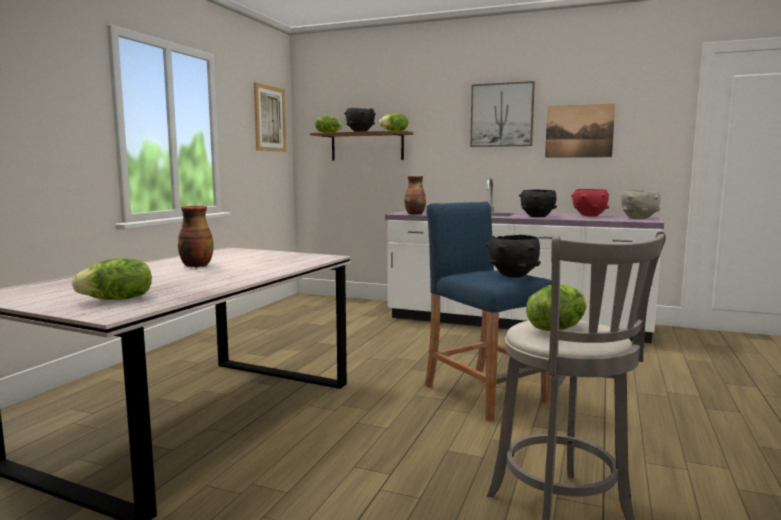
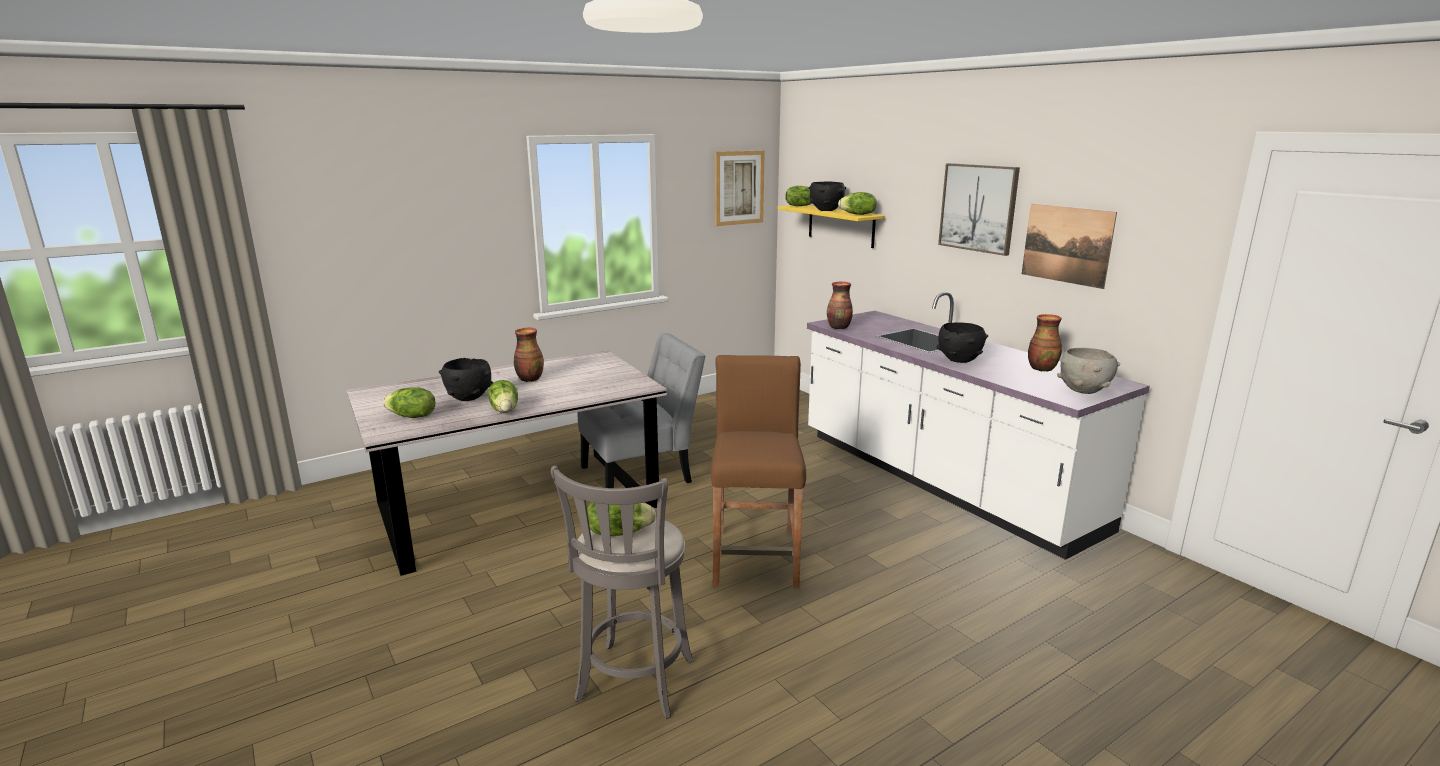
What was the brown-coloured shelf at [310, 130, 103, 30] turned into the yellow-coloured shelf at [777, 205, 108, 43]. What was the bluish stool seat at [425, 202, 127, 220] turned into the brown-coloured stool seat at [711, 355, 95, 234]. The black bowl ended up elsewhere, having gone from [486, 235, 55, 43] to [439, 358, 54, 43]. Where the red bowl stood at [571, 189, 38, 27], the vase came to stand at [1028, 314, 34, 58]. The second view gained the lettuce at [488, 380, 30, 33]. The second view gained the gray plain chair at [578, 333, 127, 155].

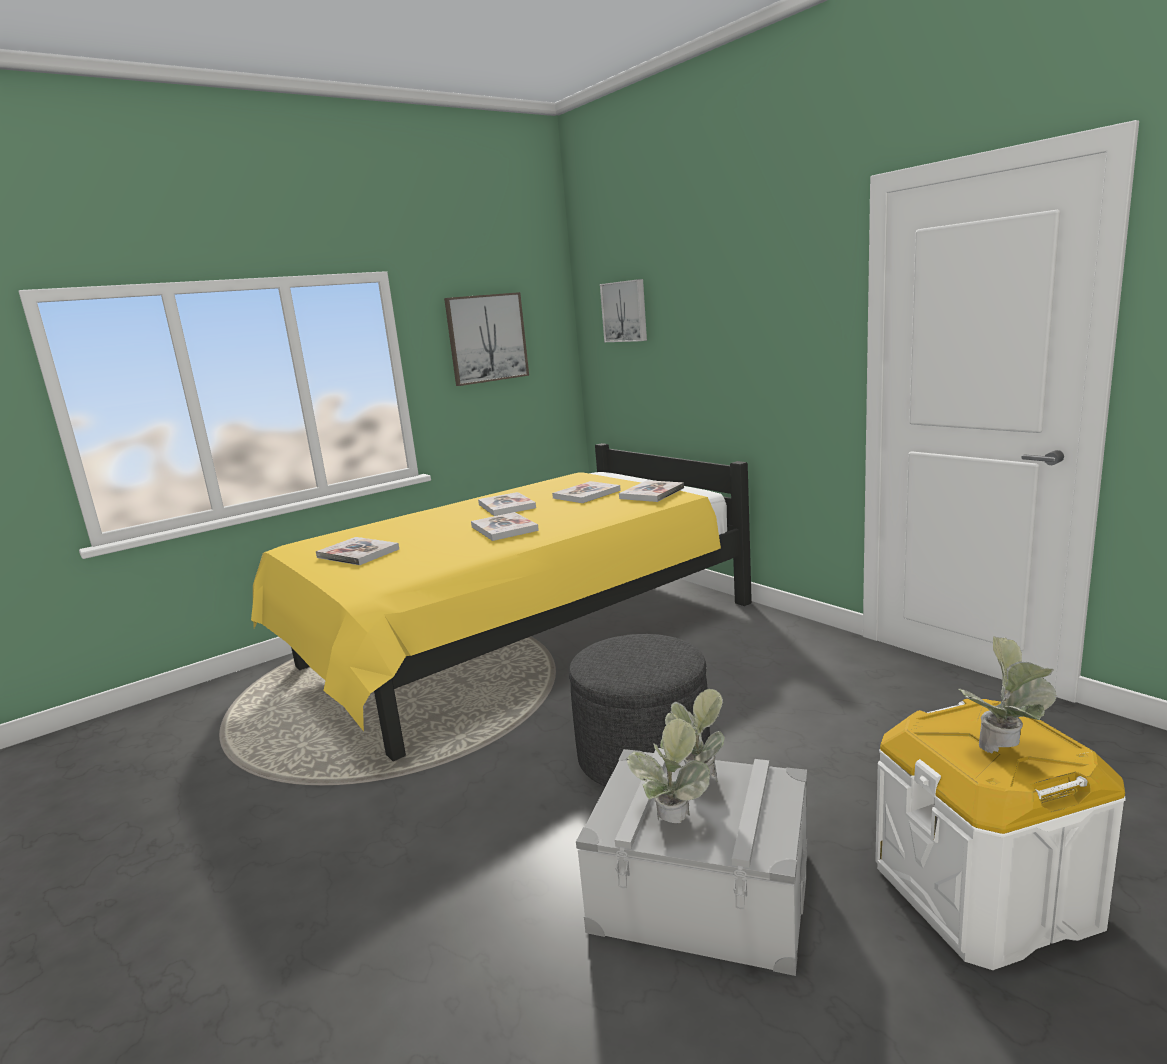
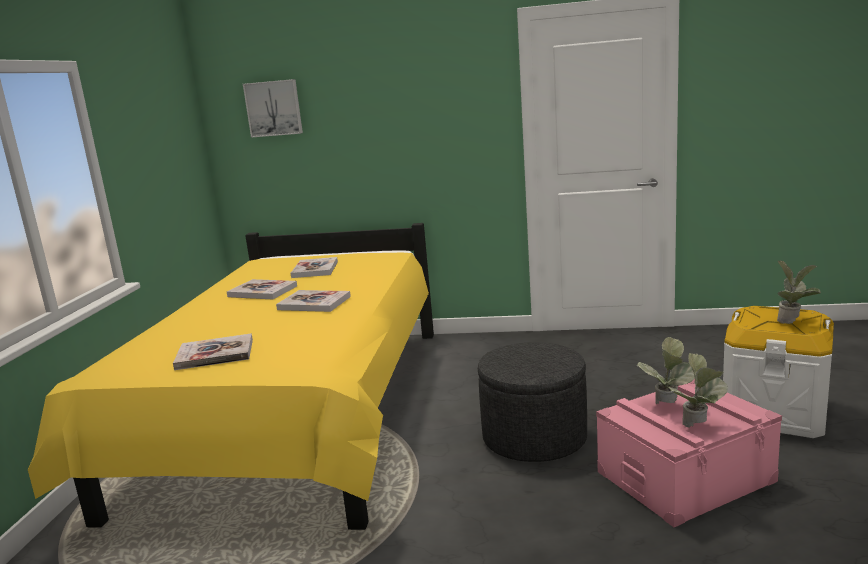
The second view lost the wall picture at [444, 292, 85, 94]. What was the gray storage box at [576, 748, 231, 228] turned into the pinkish storage box at [596, 378, 186, 149]. The second view lost the volume at [619, 480, 65, 22].

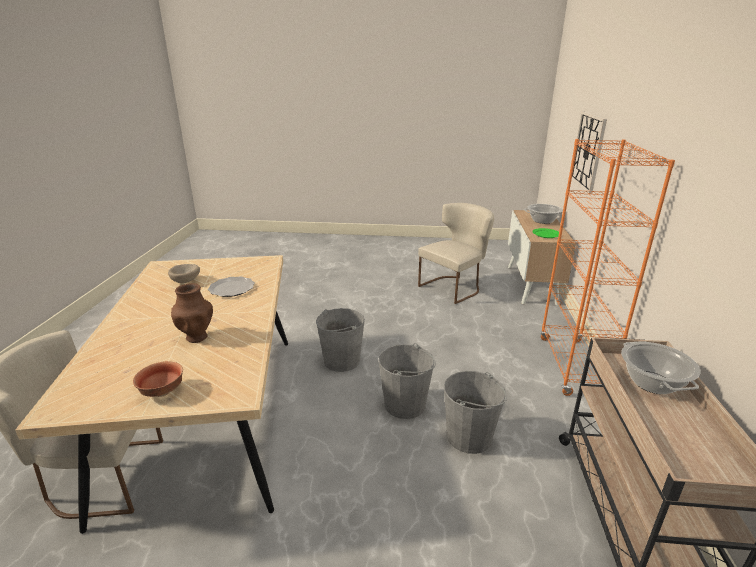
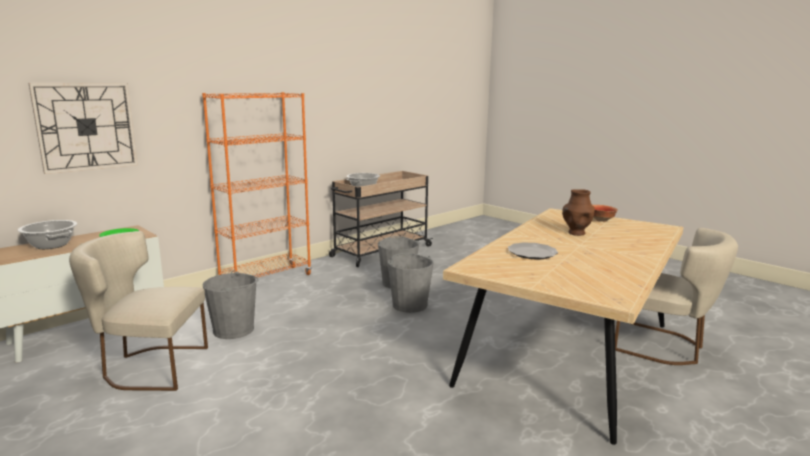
The second view lost the sand-coloured bowl at [168, 264, 32, 19]. The gray pail ended up elsewhere, having gone from [316, 308, 49, 64] to [202, 270, 56, 69].

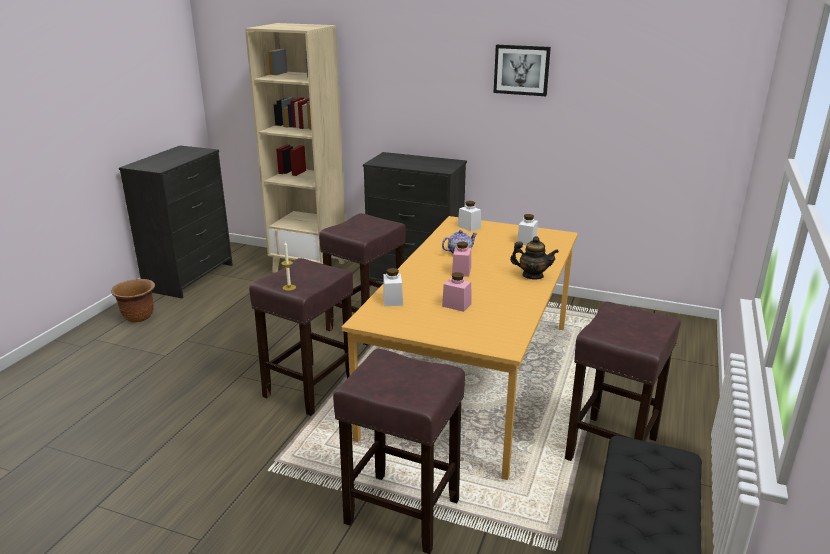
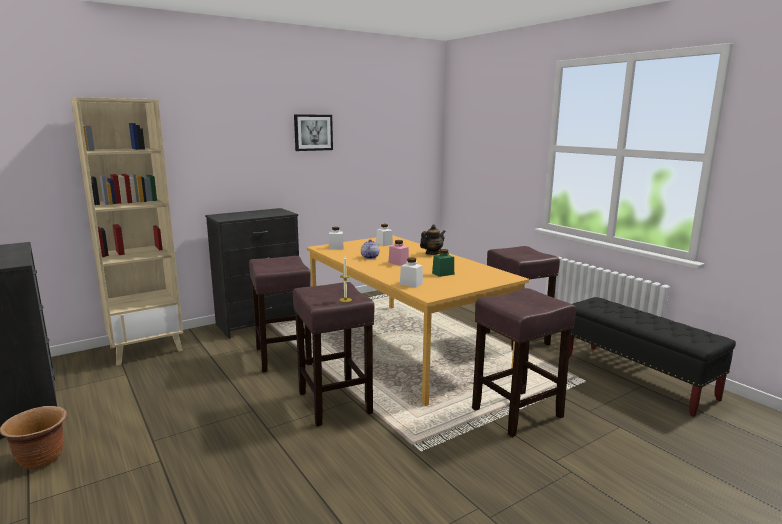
What was the pinkish jar at [442, 272, 30, 40] turned into the green jar at [432, 249, 22, 28].

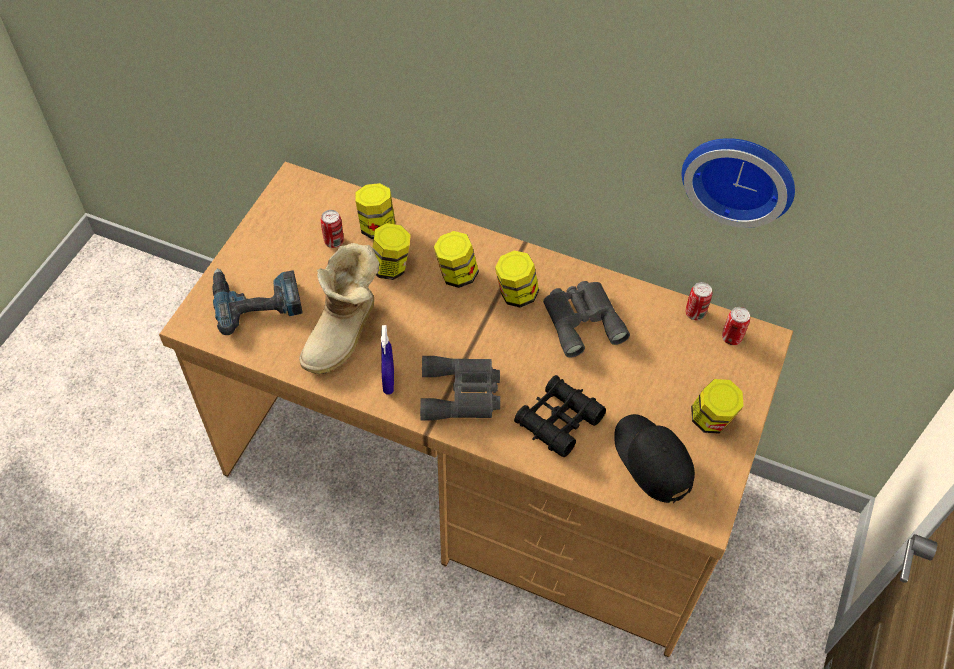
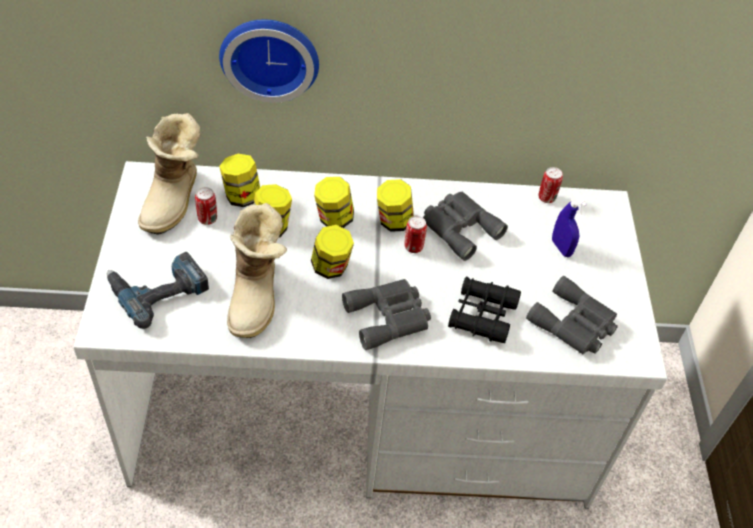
What was the brown-coloured desk at [159, 162, 634, 495] turned into the white-coloured desk at [73, 161, 594, 348]. The bluish spray bottle ended up elsewhere, having gone from [381, 325, 13, 70] to [552, 190, 35, 67]. Where the black peaked cap stood at [614, 414, 81, 89], the gray binoculars came to stand at [526, 276, 92, 78]. The clock on the wall ended up elsewhere, having gone from [682, 138, 113, 90] to [219, 20, 100, 83]. The jar ended up elsewhere, having gone from [691, 379, 53, 54] to [311, 225, 43, 54]. The sealed can ended up elsewhere, having gone from [722, 307, 28, 38] to [404, 216, 23, 37]. The second view gained the high-top boot at [138, 113, 63, 122].

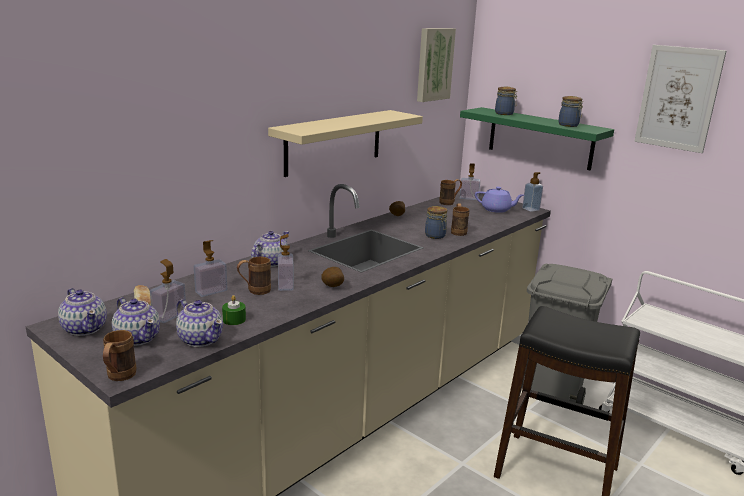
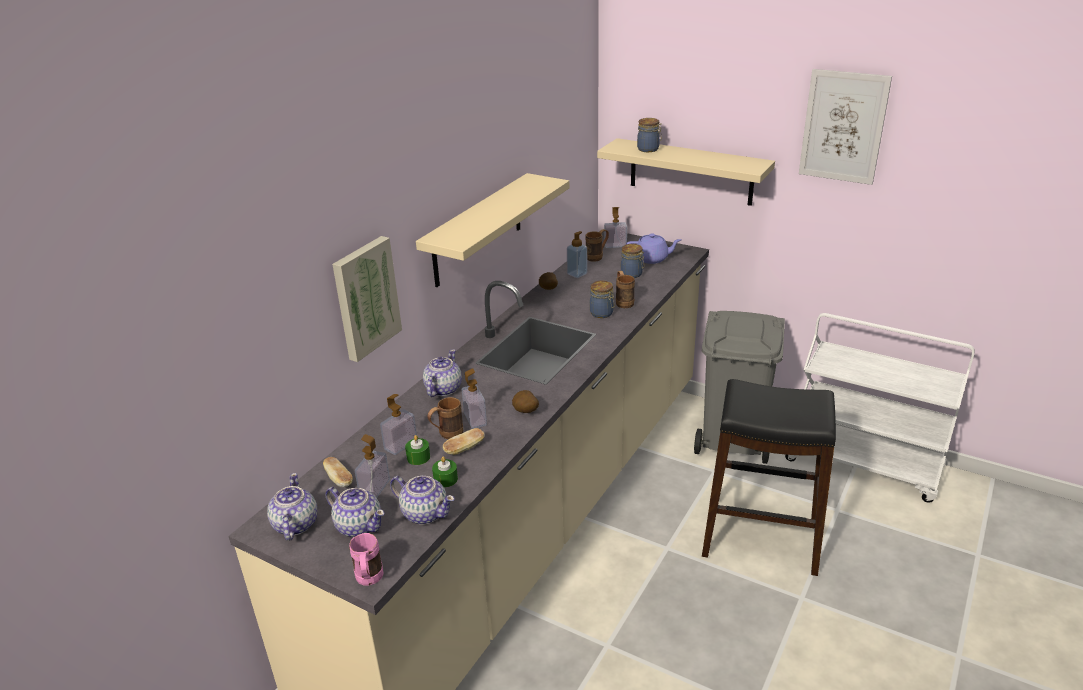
The pot for tea at [58, 288, 49, 48] ended up facing another way, 135 degrees counterclockwise from before. What was the brown-coloured coffee mug at [103, 330, 33, 51] turned into the pinkish coffee mug at [349, 533, 35, 53]. The wall picture ended up elsewhere, having gone from [417, 28, 39, 74] to [332, 236, 70, 126]. What was the green shelf at [460, 107, 154, 63] turned into the sand-coloured shelf at [597, 138, 178, 68]. The soap bottle ended up elsewhere, having gone from [522, 172, 21, 40] to [567, 231, 20, 47]. The jar ended up elsewhere, having gone from [558, 96, 25, 31] to [621, 244, 23, 34]. The second view gained the green candle at [405, 435, 25, 30]. The second view gained the bakery bread at [443, 428, 42, 27].

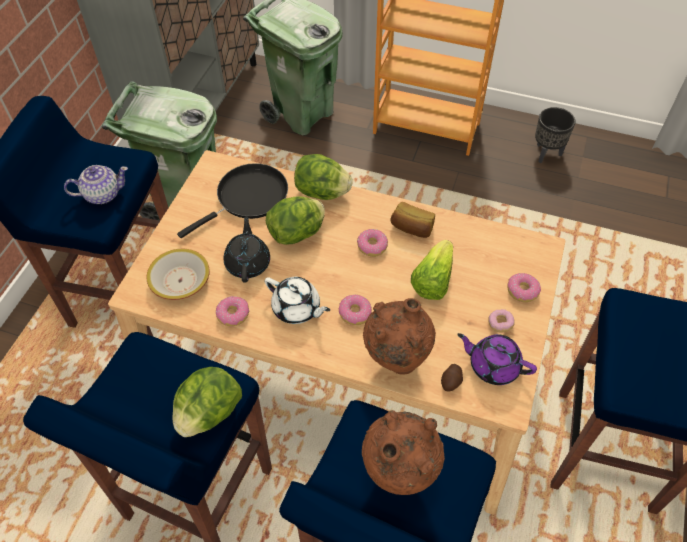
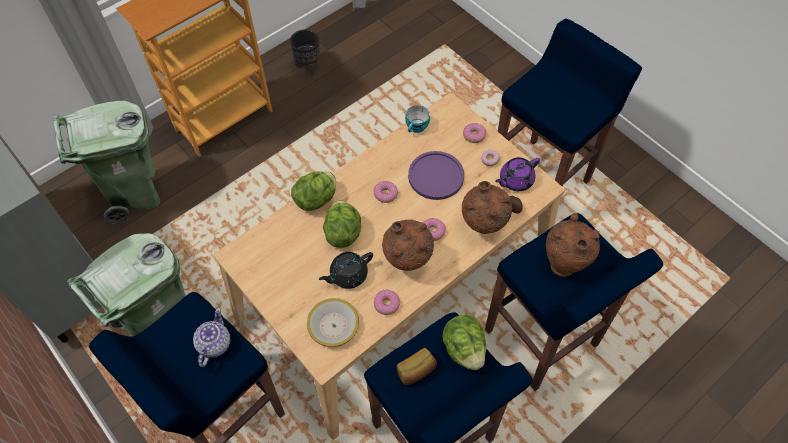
The second view lost the black skillet at [177, 163, 111, 75]. The black pot for tea at [224, 216, 46, 67] ended up facing another way, 60 degrees counterclockwise from before. Where the white-coloured pot for tea stood at [264, 277, 66, 47], the brown-coloured vase came to stand at [382, 219, 52, 52]. The bakery bread ended up elsewhere, having gone from [391, 202, 44, 36] to [397, 348, 40, 37]. Where the lettuce stood at [411, 240, 42, 60], the purple plate came to stand at [408, 151, 56, 49]. The second view gained the small cup at [405, 105, 25, 28].

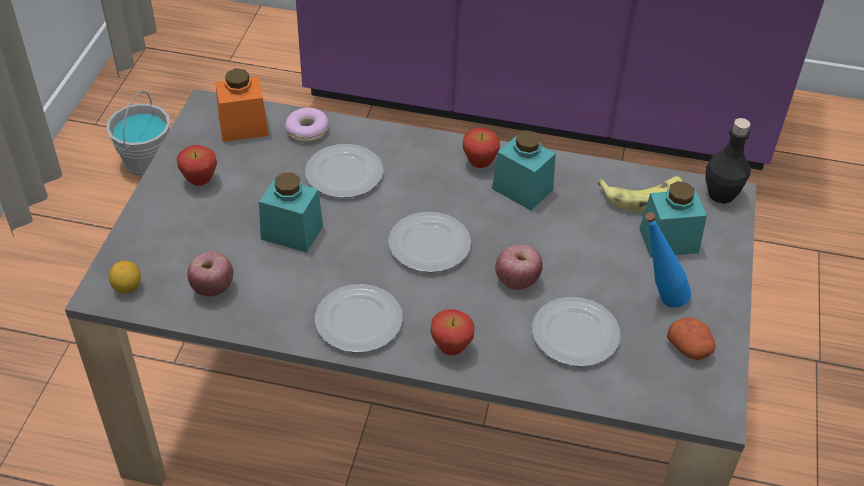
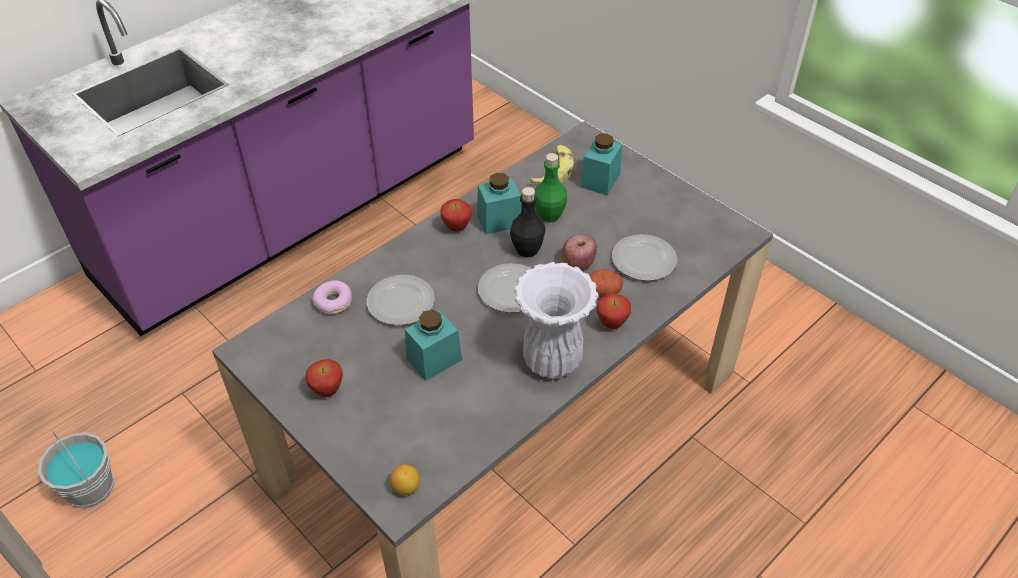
The second view lost the whole apple at [187, 251, 46, 46]. The second view lost the orange jar at [215, 68, 54, 74]. Where the plate stood at [315, 284, 88, 69], the white-coloured vase came to stand at [514, 262, 85, 117]. The second view lost the bluish bottle at [645, 212, 46, 96]. The spud ended up elsewhere, having gone from [667, 317, 49, 43] to [590, 269, 33, 28]. The black bottle ended up elsewhere, having gone from [706, 118, 45, 86] to [510, 187, 36, 71]. The second view gained the green bottle at [535, 153, 32, 70].

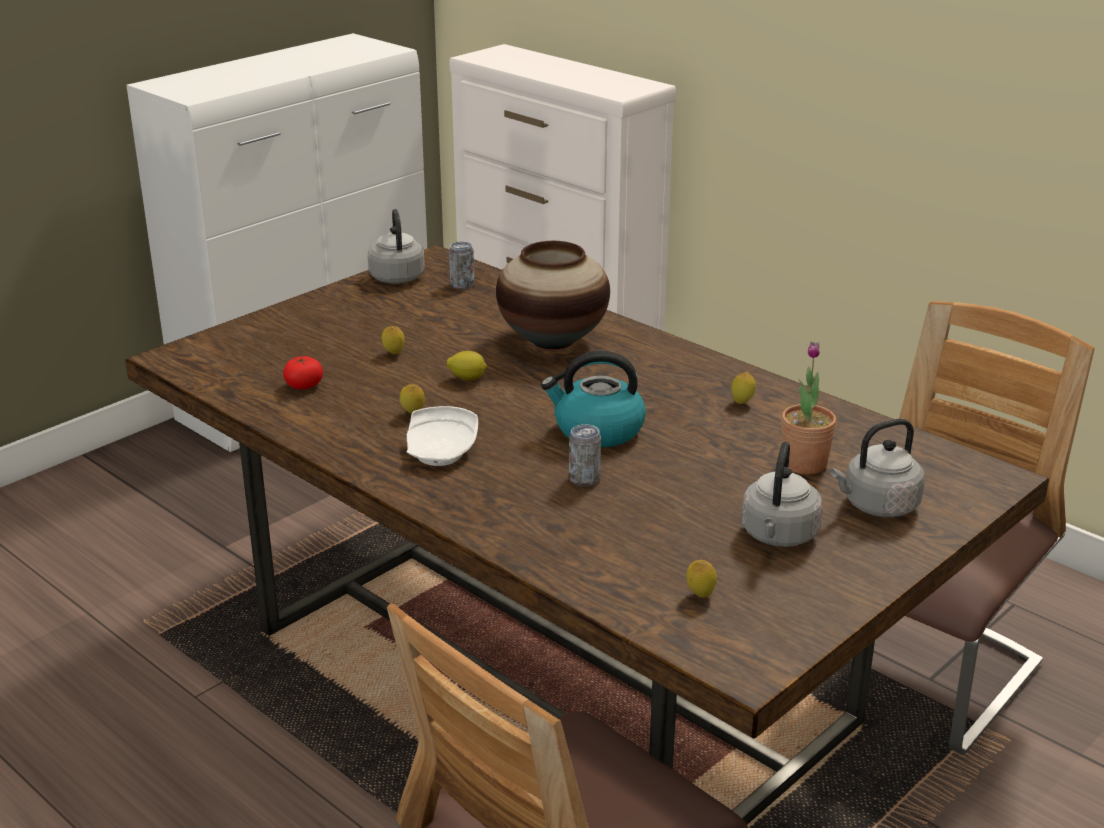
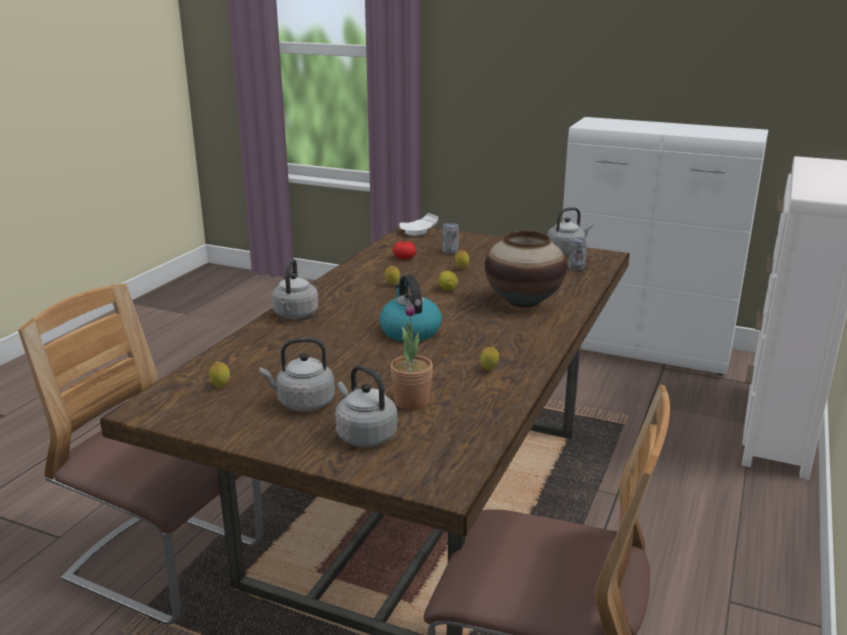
The white-coloured plate ended up elsewhere, having gone from [407, 406, 71, 60] to [399, 213, 39, 23]. The sealed can ended up elsewhere, having gone from [569, 424, 32, 62] to [442, 223, 17, 31]. The second view gained the gray kettle at [272, 259, 46, 60].

